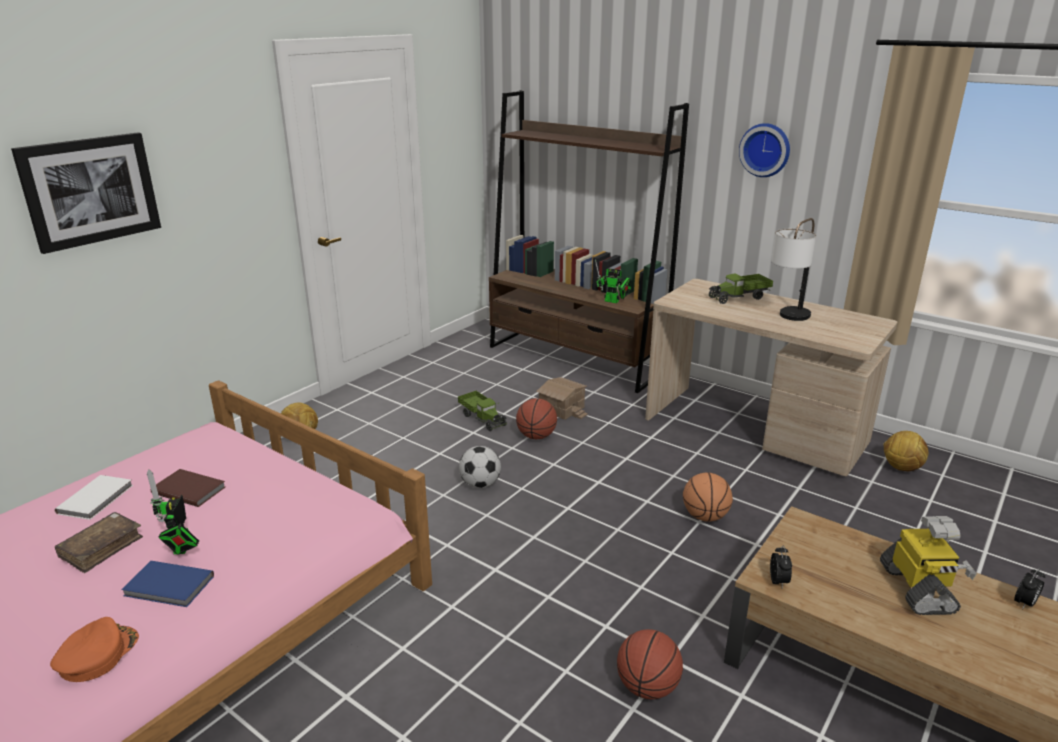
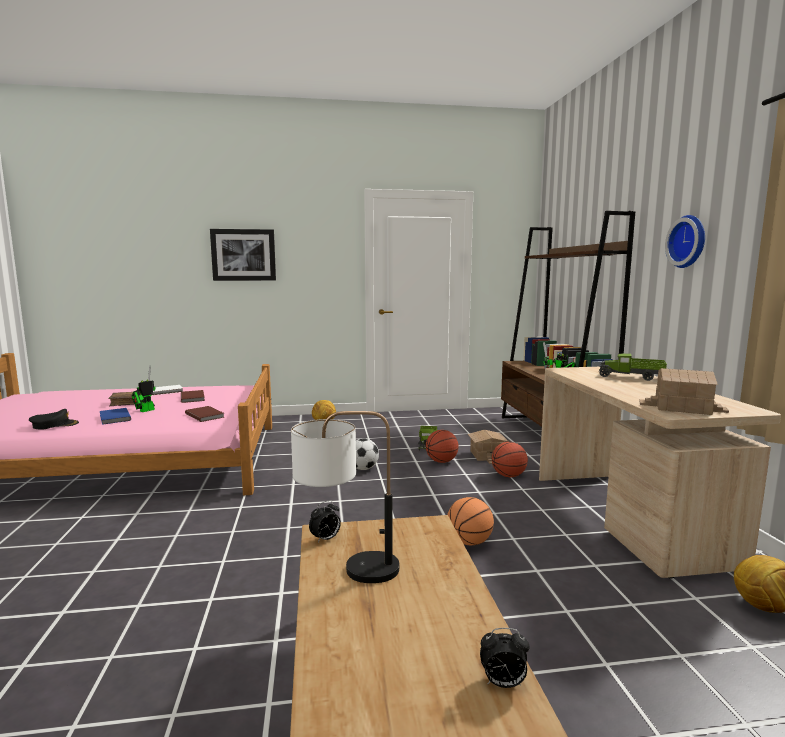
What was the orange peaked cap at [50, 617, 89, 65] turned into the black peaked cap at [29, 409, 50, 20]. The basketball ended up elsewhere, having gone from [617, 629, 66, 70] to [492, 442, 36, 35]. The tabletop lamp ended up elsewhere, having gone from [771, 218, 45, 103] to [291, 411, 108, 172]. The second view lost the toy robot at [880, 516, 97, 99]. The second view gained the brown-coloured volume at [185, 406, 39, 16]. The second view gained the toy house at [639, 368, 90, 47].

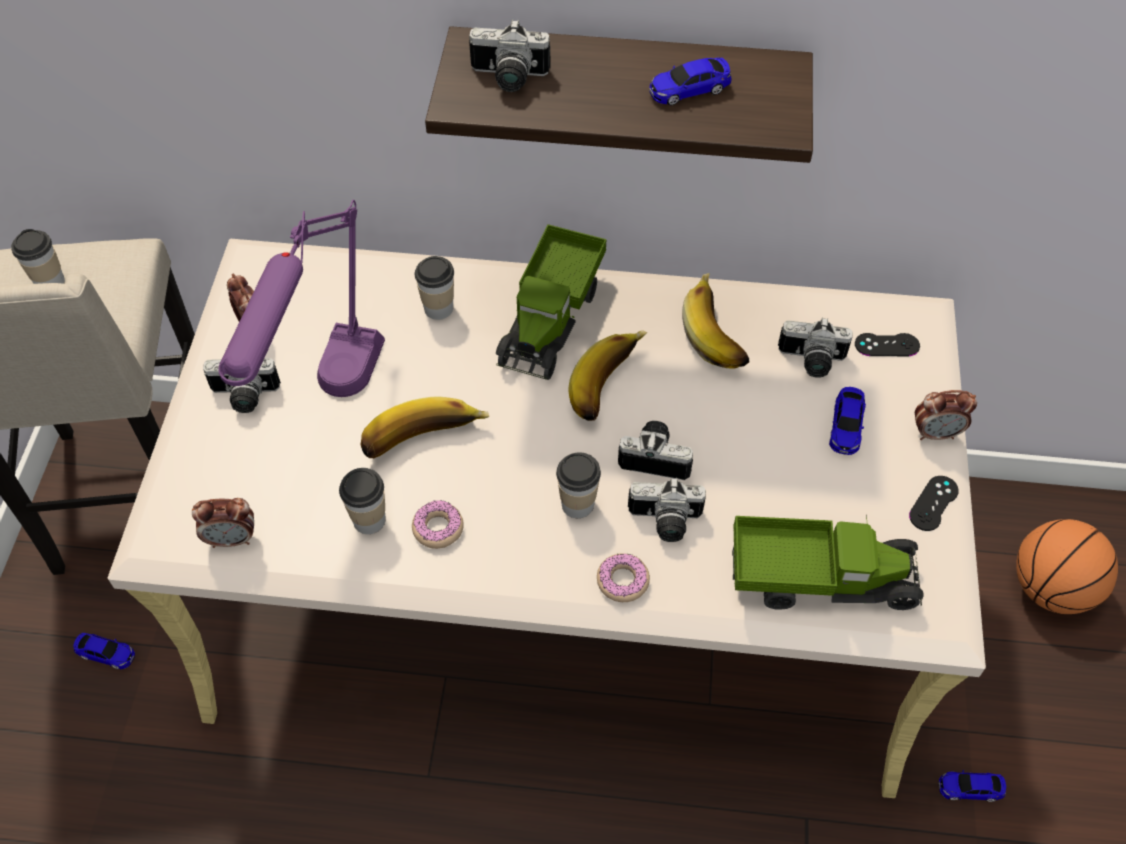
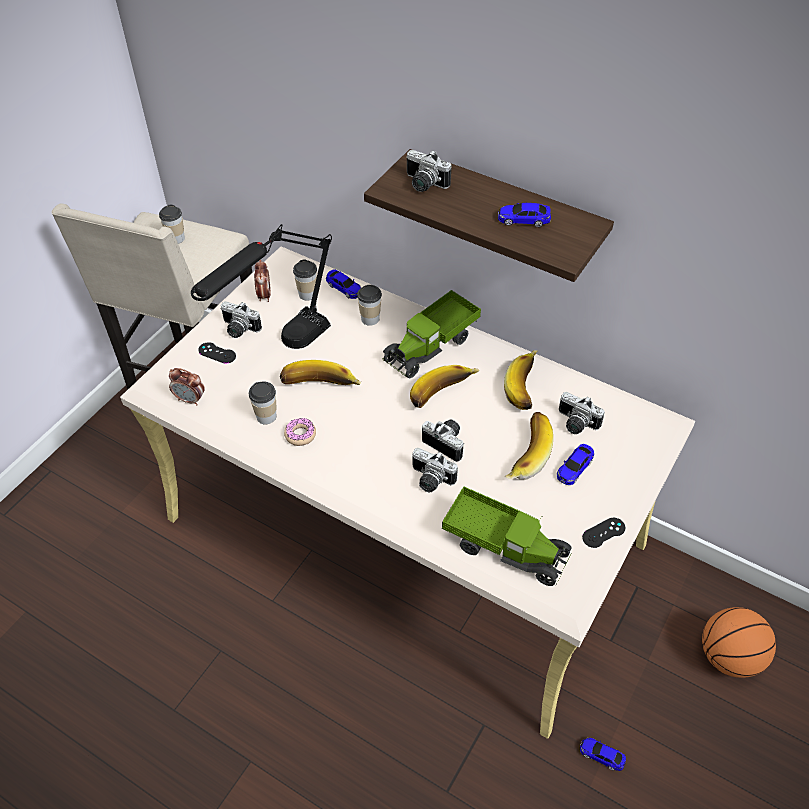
The miniature car ended up elsewhere, having gone from [73, 633, 62, 36] to [326, 269, 35, 30]. What was the purple tabletop lamp at [218, 200, 167, 197] turned into the black tabletop lamp at [191, 224, 141, 125]. The small cup ended up elsewhere, having gone from [556, 452, 45, 66] to [293, 260, 24, 41]. The second view lost the ring doughnut at [597, 553, 53, 49]. The black gamepad ended up elsewhere, having gone from [855, 333, 65, 23] to [198, 342, 38, 22]. The second view lost the table clock at [915, 390, 62, 50]. The second view gained the banana at [505, 412, 48, 68].

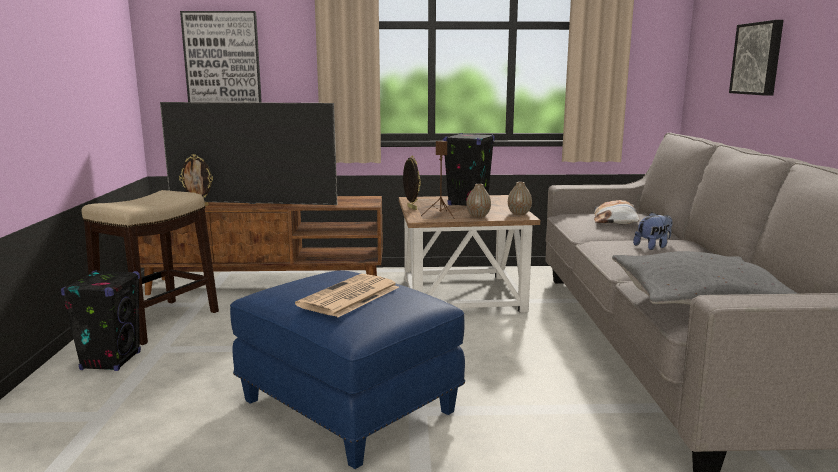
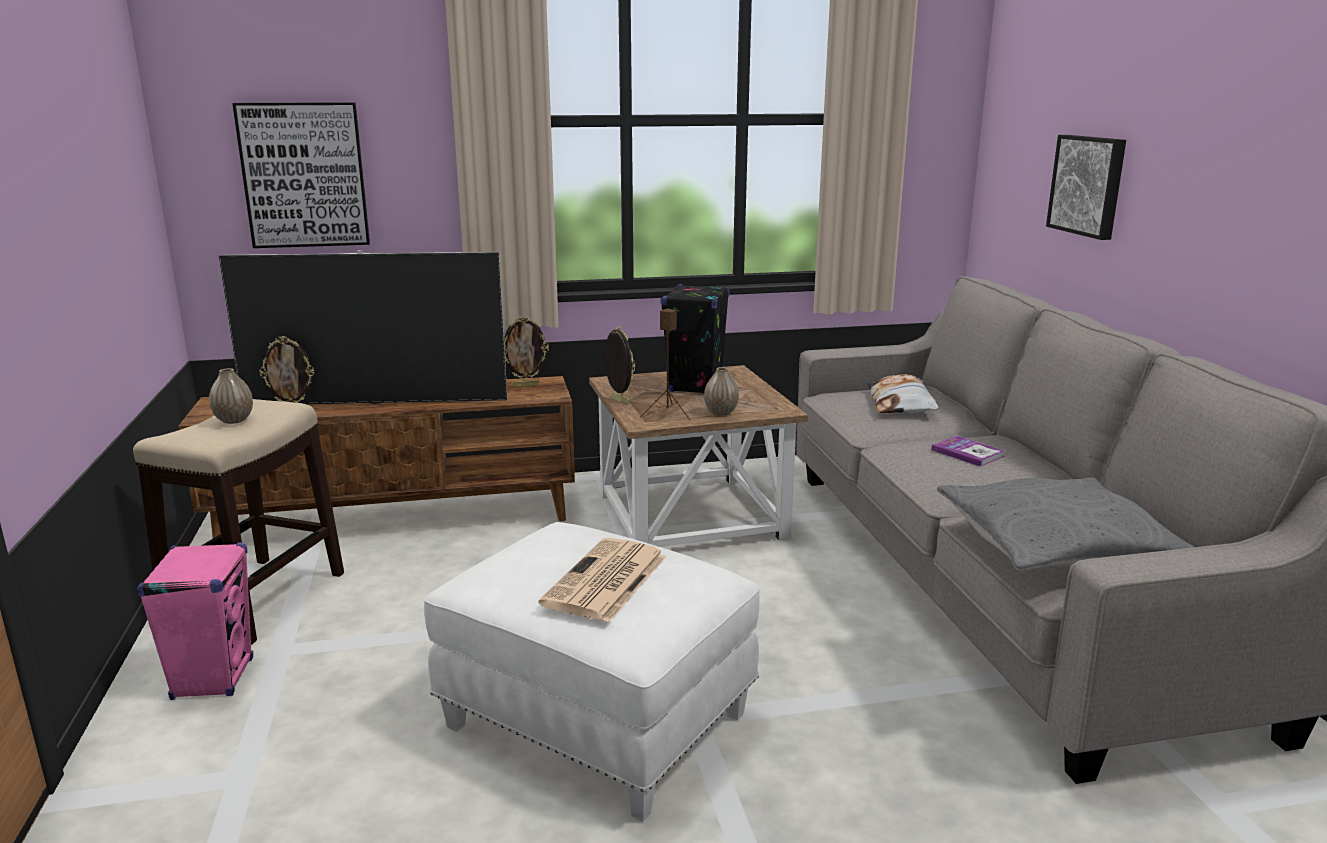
What was the black speaker at [61, 270, 80, 101] turned into the pinkish speaker at [137, 542, 116, 158]. What was the bluish footrest at [230, 270, 235, 199] turned into the white-coloured footrest at [424, 522, 336, 300]. The vase ended up elsewhere, having gone from [508, 182, 24, 33] to [209, 368, 44, 56]. Where the plush toy stood at [633, 212, 40, 38], the volume came to stand at [931, 436, 74, 31]. The second view gained the photo frame at [504, 316, 45, 72].

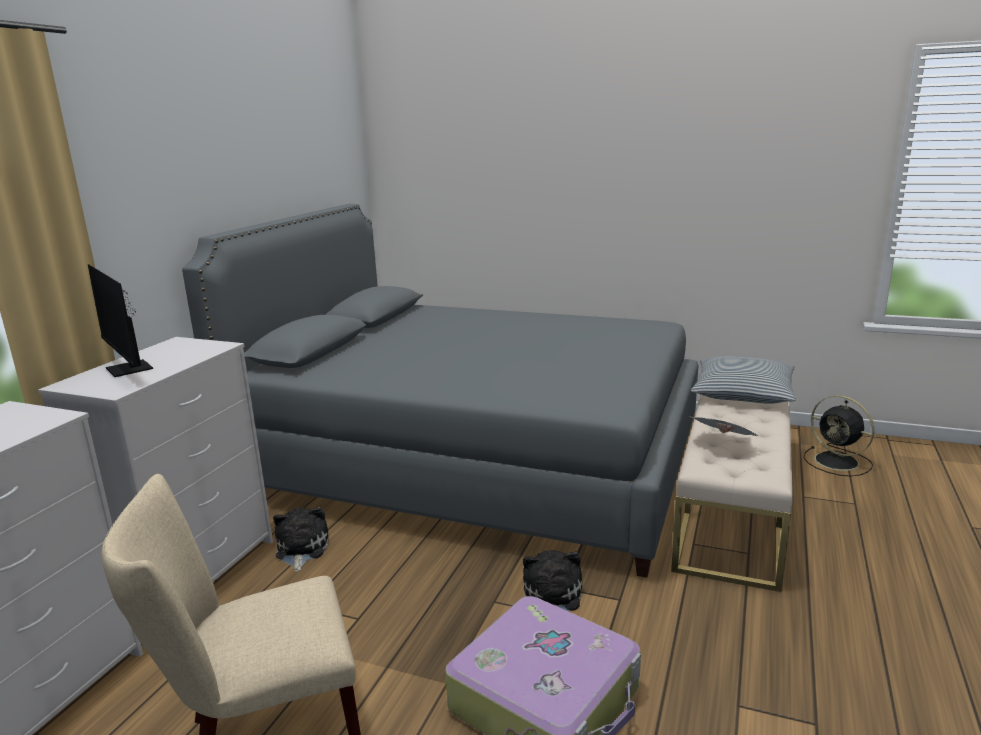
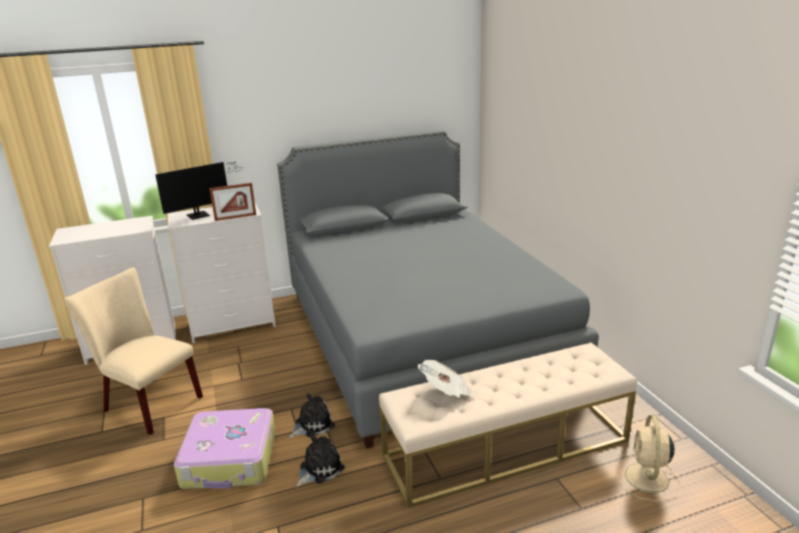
The computer screen at [88, 264, 65, 113] ended up facing another way, 135 degrees counterclockwise from before. The plush toy ended up elsewhere, having gone from [273, 507, 56, 65] to [296, 434, 49, 53]. The second view lost the pillow at [691, 356, 105, 48]. What was the black cooling fan at [804, 395, 70, 82] turned into the sand-coloured cooling fan at [616, 415, 65, 86]. The second view gained the photo frame at [209, 183, 47, 38].

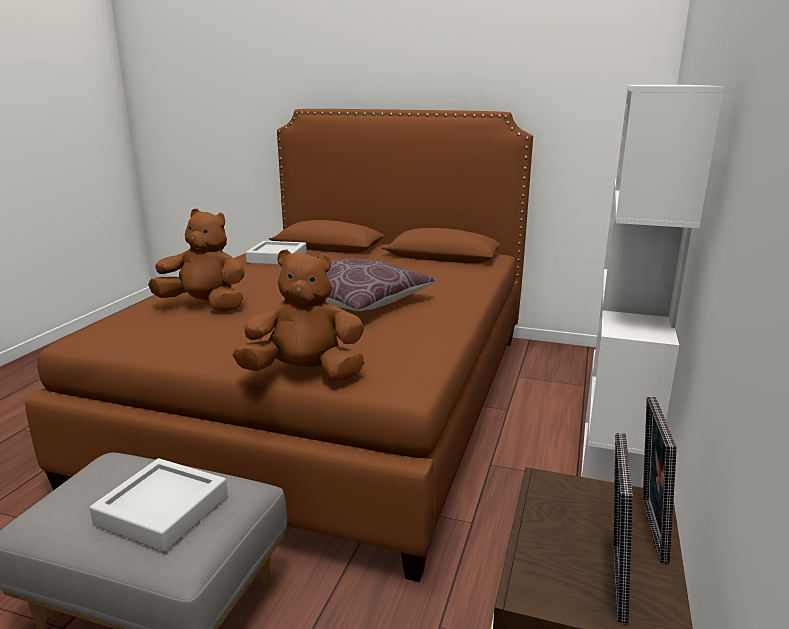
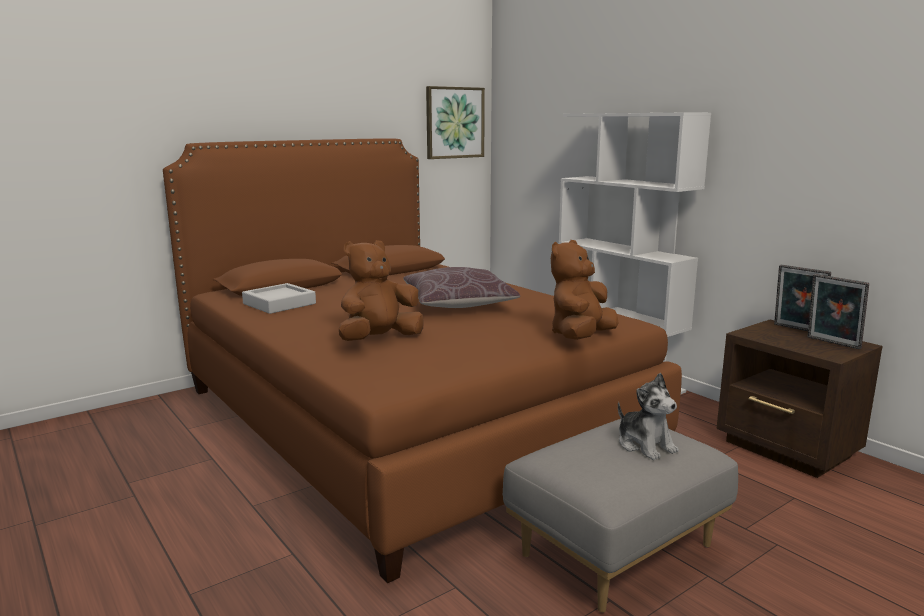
Where the gray serving tray stood at [90, 458, 138, 94], the plush toy came to stand at [618, 373, 61, 87]. The second view gained the wall picture at [426, 86, 59, 73].

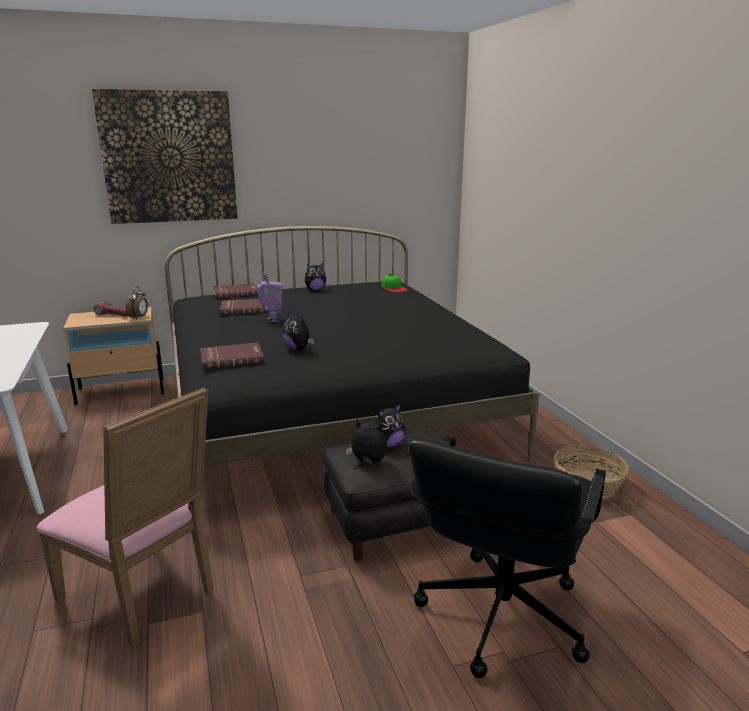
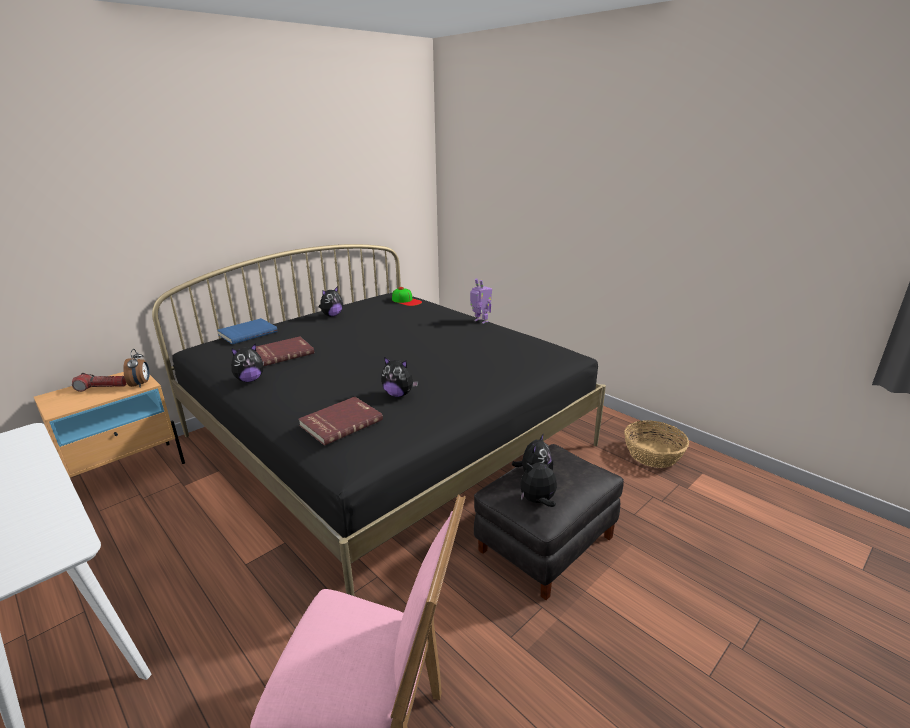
The second view lost the wall picture at [92, 89, 145, 135]. What was the red volume at [213, 283, 45, 15] turned into the bluish volume at [217, 318, 61, 27]. The toy robot ended up elsewhere, having gone from [257, 272, 26, 50] to [470, 278, 22, 46]. The second view lost the black office chair at [408, 436, 198, 242]. The second view gained the plush toy at [231, 343, 33, 39].

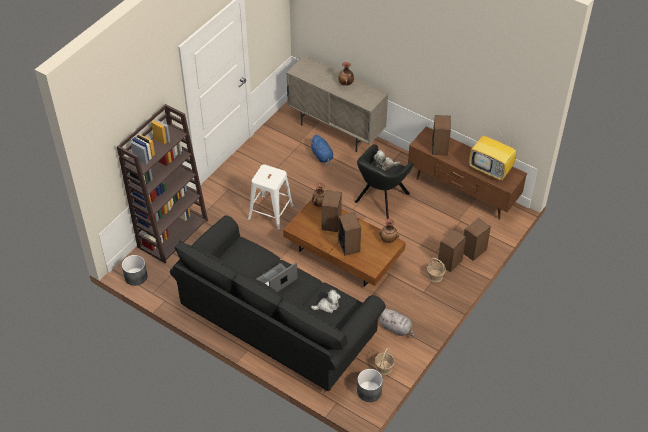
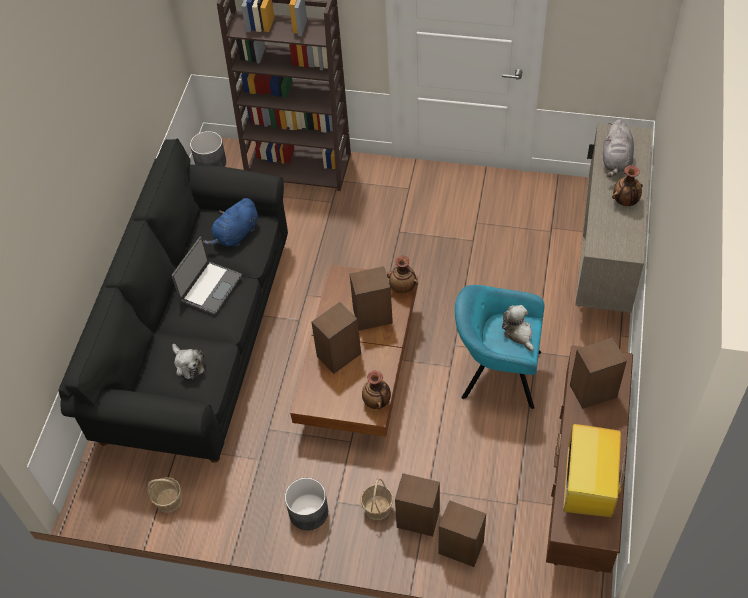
The second view lost the white-coloured stool seat at [248, 164, 46, 66]. The portable computer at [256, 262, 41, 30] ended up facing another way, 90 degrees clockwise from before. The bluish plush toy ended up elsewhere, having gone from [310, 135, 23, 31] to [203, 198, 55, 48]. What was the black armchair at [355, 144, 59, 75] turned into the blue-green armchair at [455, 285, 90, 124]. The gray plant pot ended up elsewhere, having gone from [357, 369, 26, 33] to [285, 478, 43, 52]. The gray plush toy ended up elsewhere, having gone from [380, 309, 35, 29] to [603, 119, 31, 58].

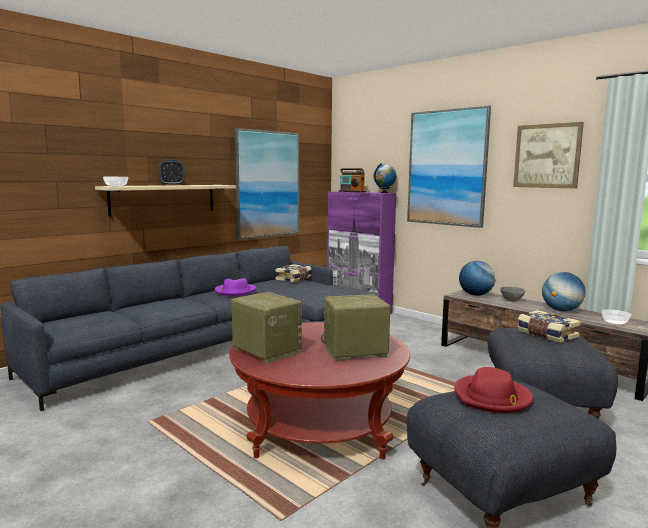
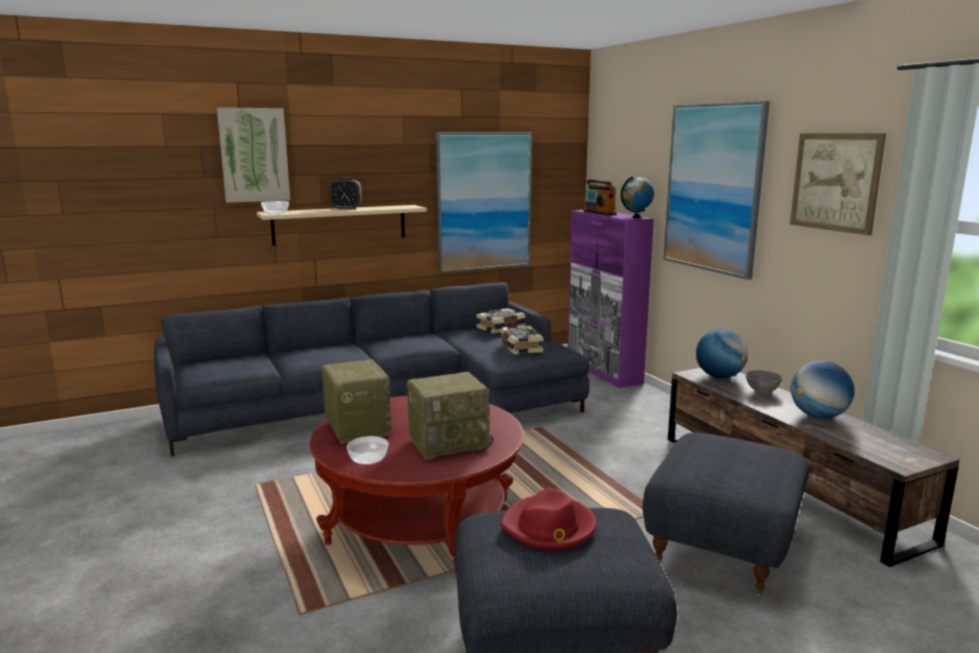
The second view lost the purple wearable hat at [215, 278, 41, 18]. The radio at [321, 294, 70, 68] ended up facing another way, 150 degrees clockwise from before. The volume ended up elsewhere, having gone from [517, 310, 64, 33] to [500, 326, 43, 28]. The bowl ended up elsewhere, having gone from [601, 309, 30, 16] to [347, 436, 42, 29]. The second view gained the wall picture at [217, 107, 73, 96].

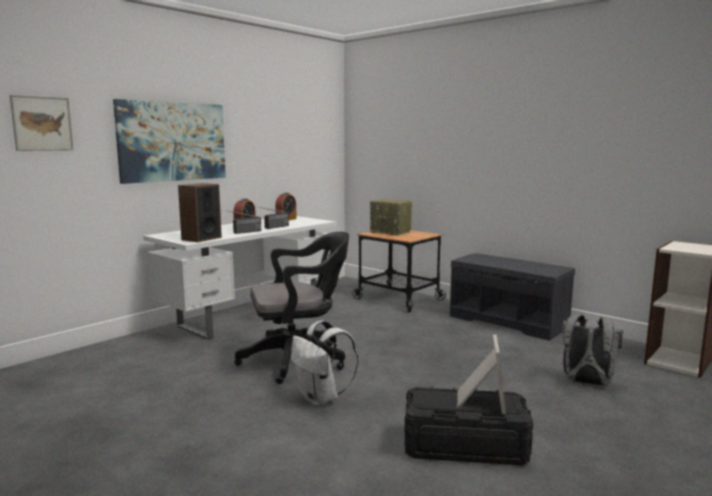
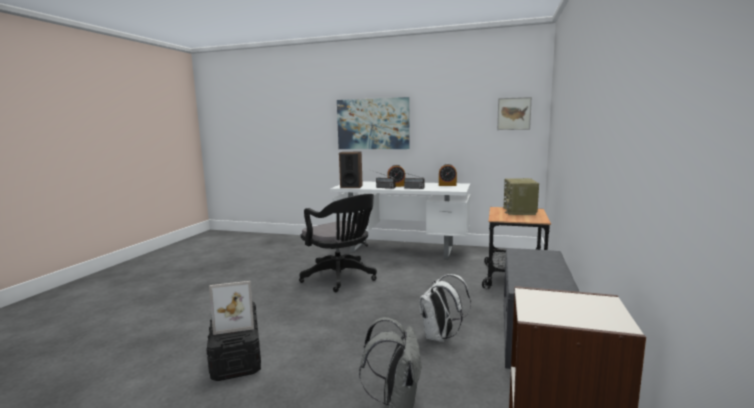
The wall picture ended up elsewhere, having gone from [10, 95, 64, 56] to [497, 97, 35, 33]. The white-coloured backpack ended up elsewhere, having gone from [291, 320, 67, 86] to [419, 274, 52, 68].

